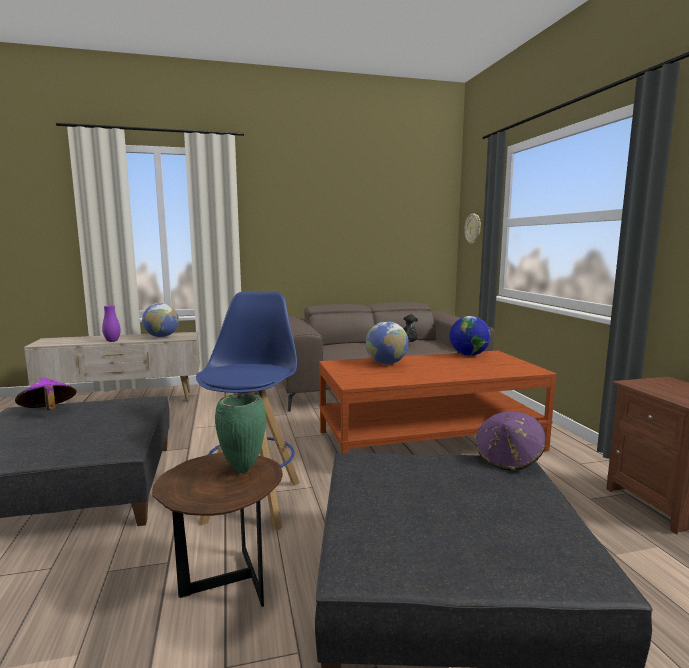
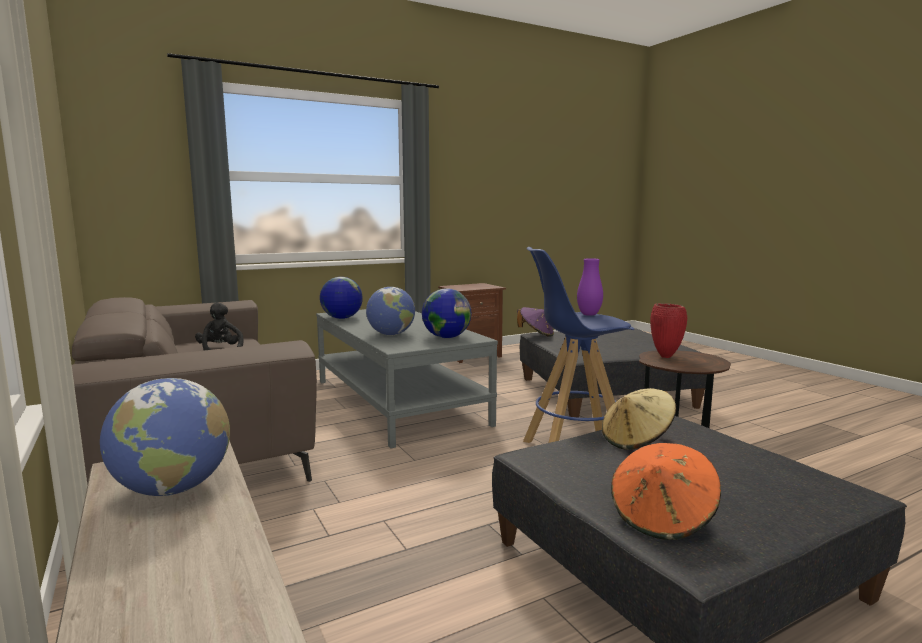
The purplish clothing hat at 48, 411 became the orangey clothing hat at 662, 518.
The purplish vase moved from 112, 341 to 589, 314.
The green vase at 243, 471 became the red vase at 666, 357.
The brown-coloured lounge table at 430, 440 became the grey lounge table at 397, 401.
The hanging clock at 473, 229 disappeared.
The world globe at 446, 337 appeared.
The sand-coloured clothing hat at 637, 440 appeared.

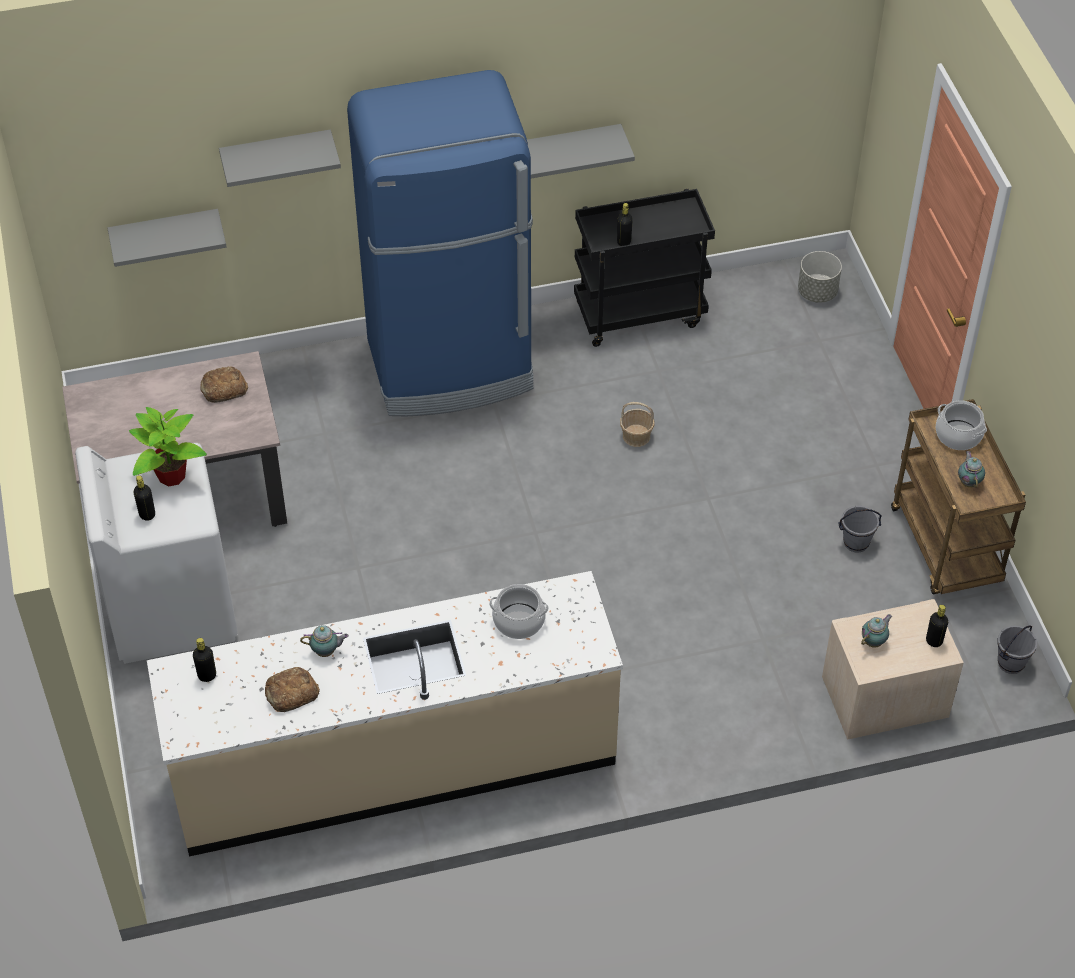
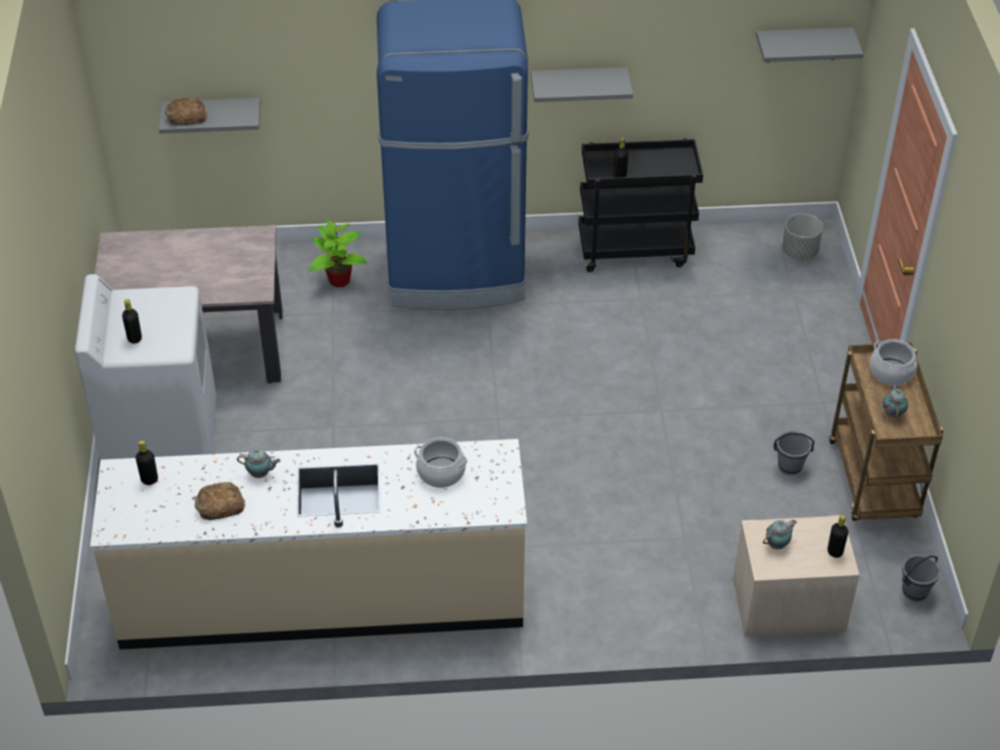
The plant in a pot moved from 171, 476 to 339, 280.
The bakery bread moved from 223, 388 to 186, 116.
The grey shelf moved from 276, 154 to 802, 44.
The storage basket at 636, 436 disappeared.

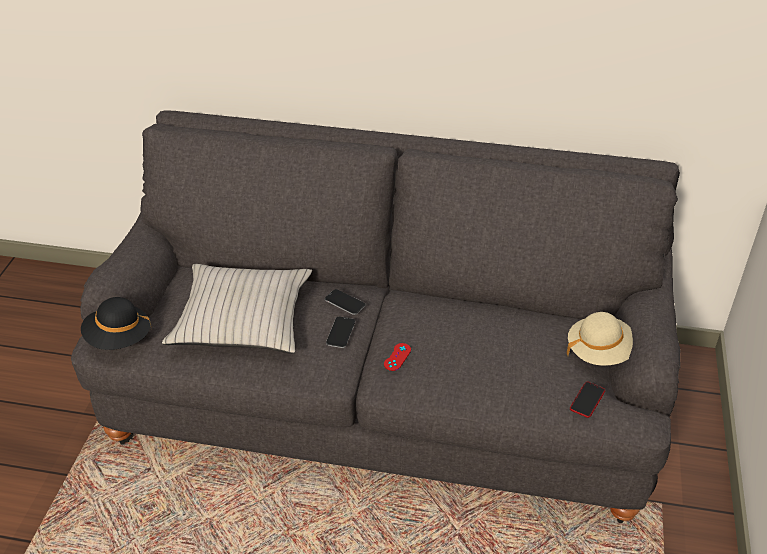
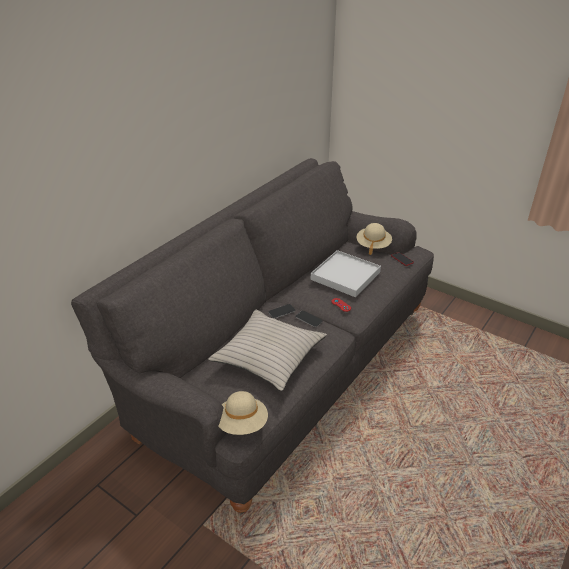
The blackish clothing hat at 118, 339 became the sand-coloured clothing hat at 242, 424.
The whitish tray at 345, 276 appeared.

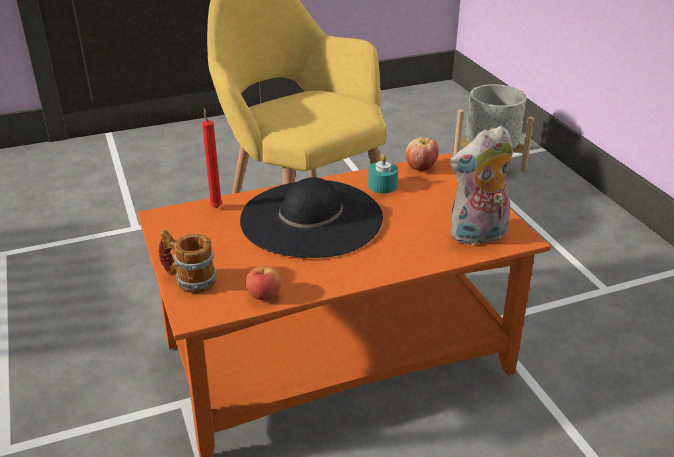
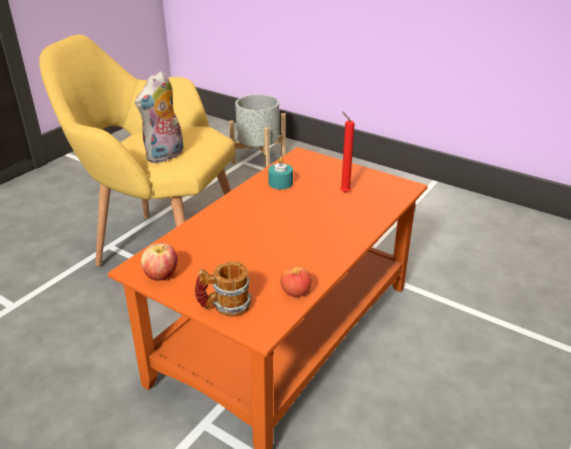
The red candle moved from 216, 206 to 343, 192.
The blackish clothing hat at 311, 218 disappeared.
The apple fruit moved from 421, 168 to 161, 275.
The cuddly toy moved from 478, 236 to 165, 156.

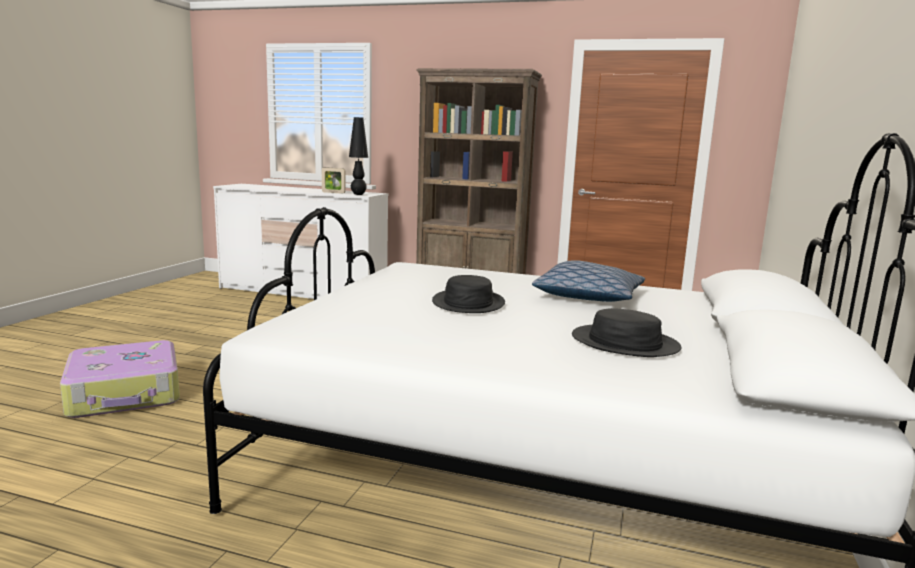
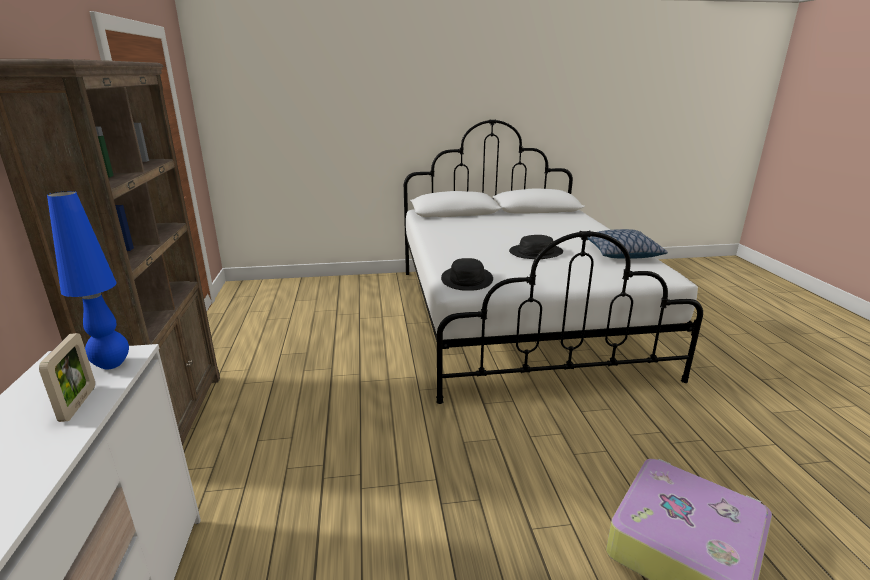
The blackish lamp for a table at 358, 194 became the bluish lamp for a table at 112, 364.
The pillow moved from 589, 297 to 621, 253.
The blackish clothing hat moved from 624, 343 to 467, 279.

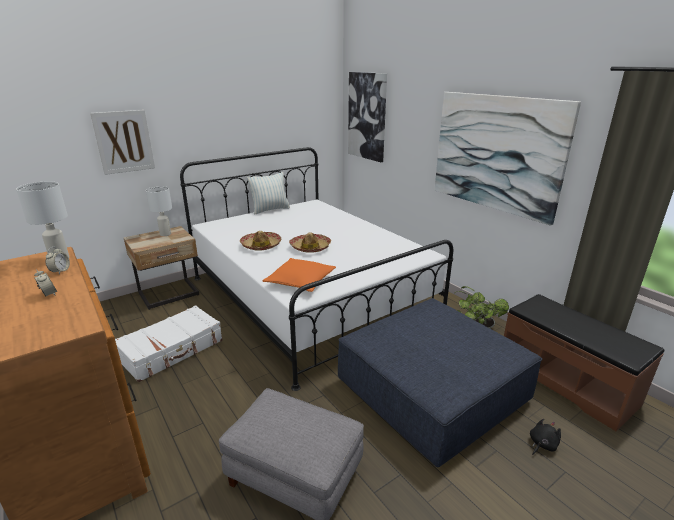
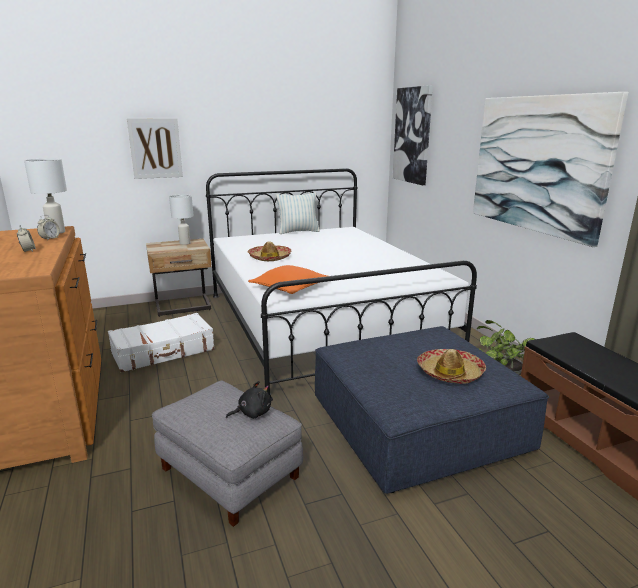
The clothing hat moved from 310, 247 to 450, 373.
The blackish cuddly toy moved from 542, 444 to 252, 413.

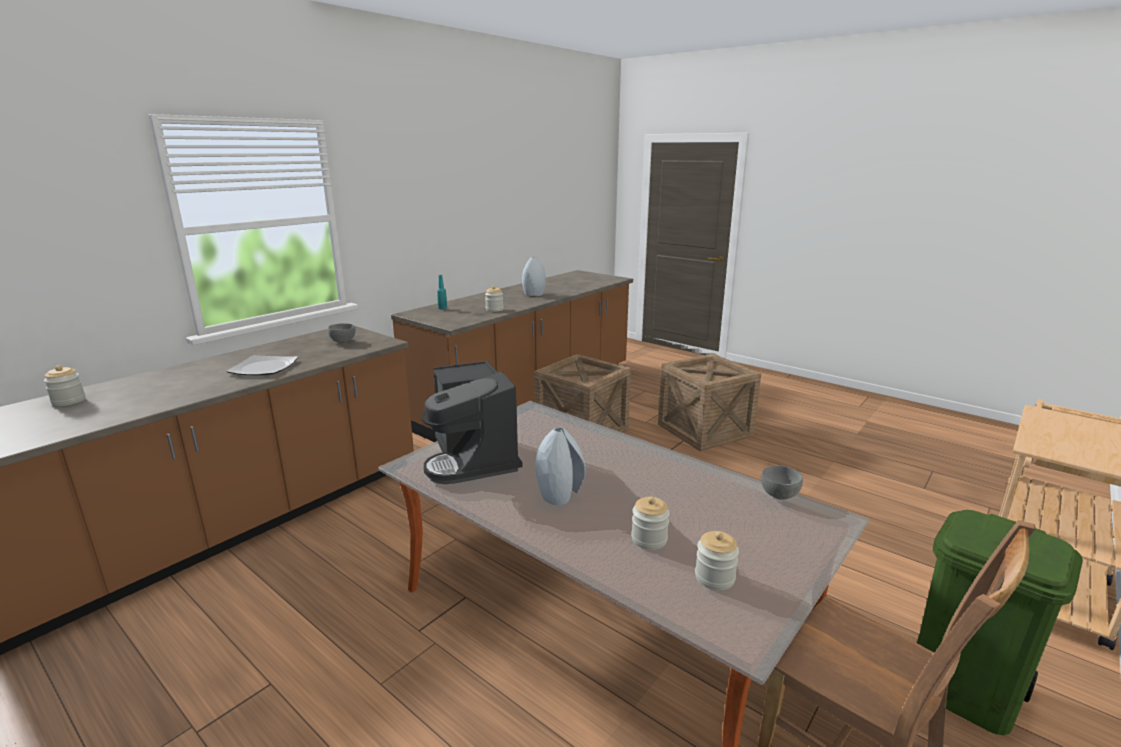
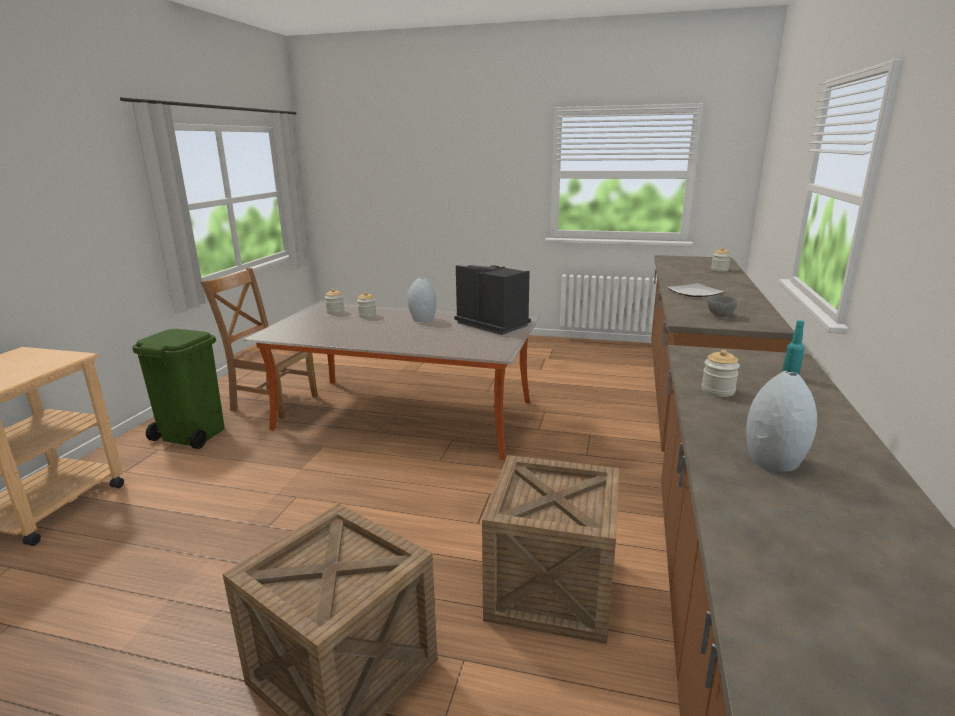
The grey bowl at 780, 495 disappeared.

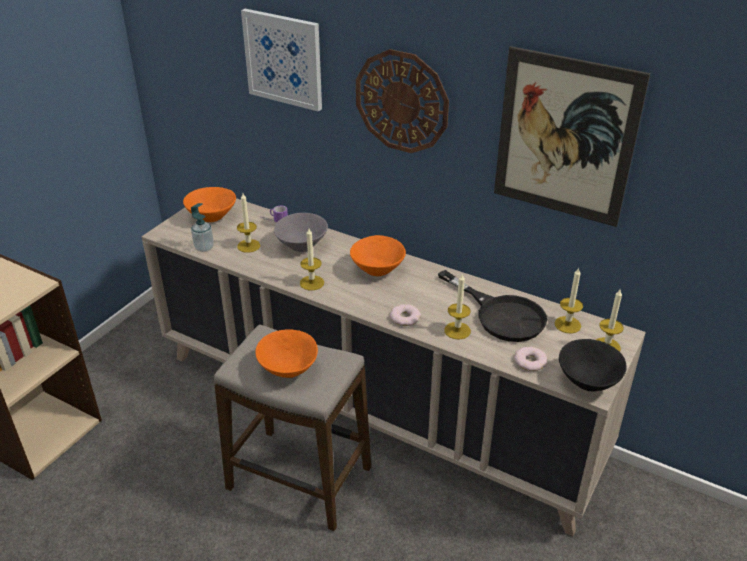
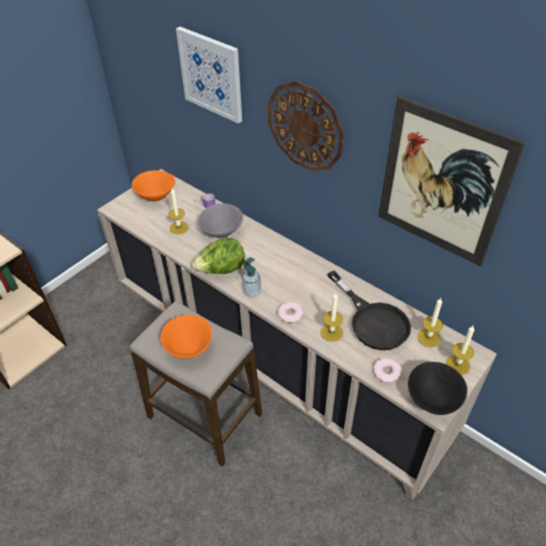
The soap dispenser moved from 204, 248 to 252, 292.
The candle at 312, 283 was replaced by the head of lettuce at 221, 270.
The orangey bowl at 378, 269 disappeared.

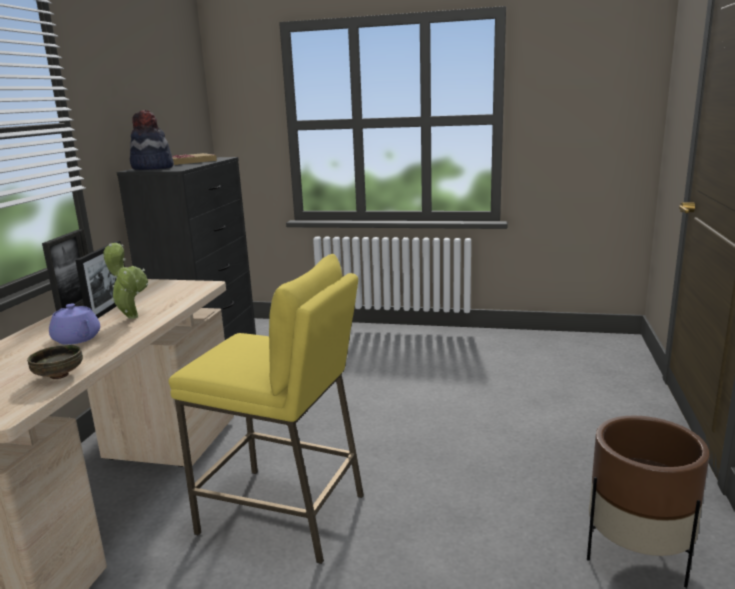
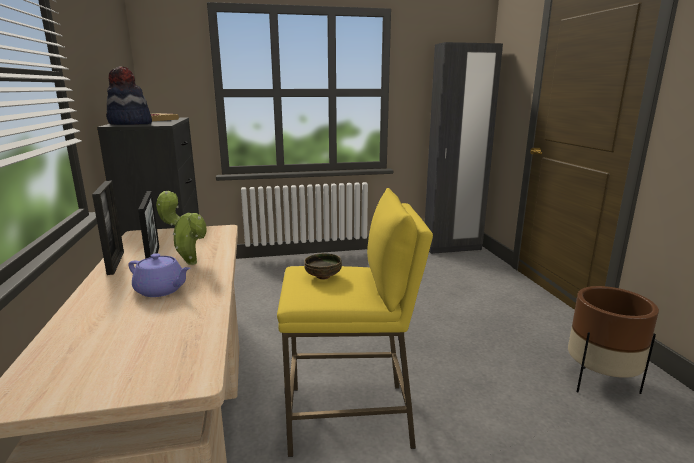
The bowl moved from 59, 376 to 323, 277.
The blackish clothes cupboard at 452, 248 appeared.

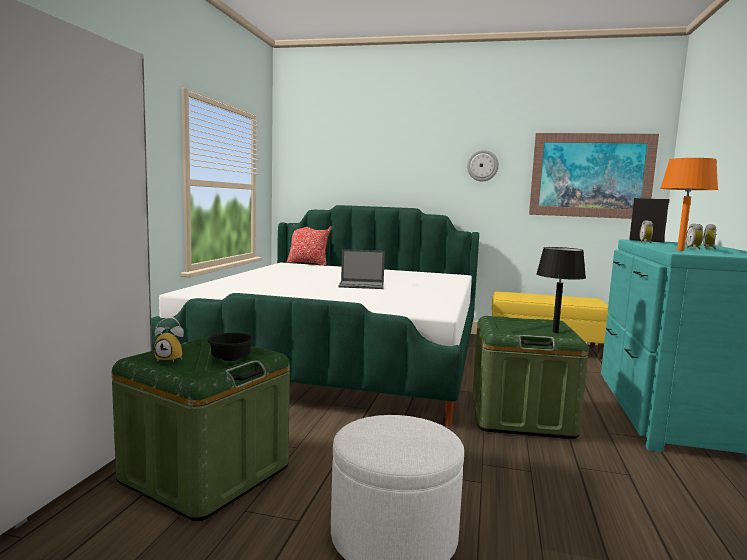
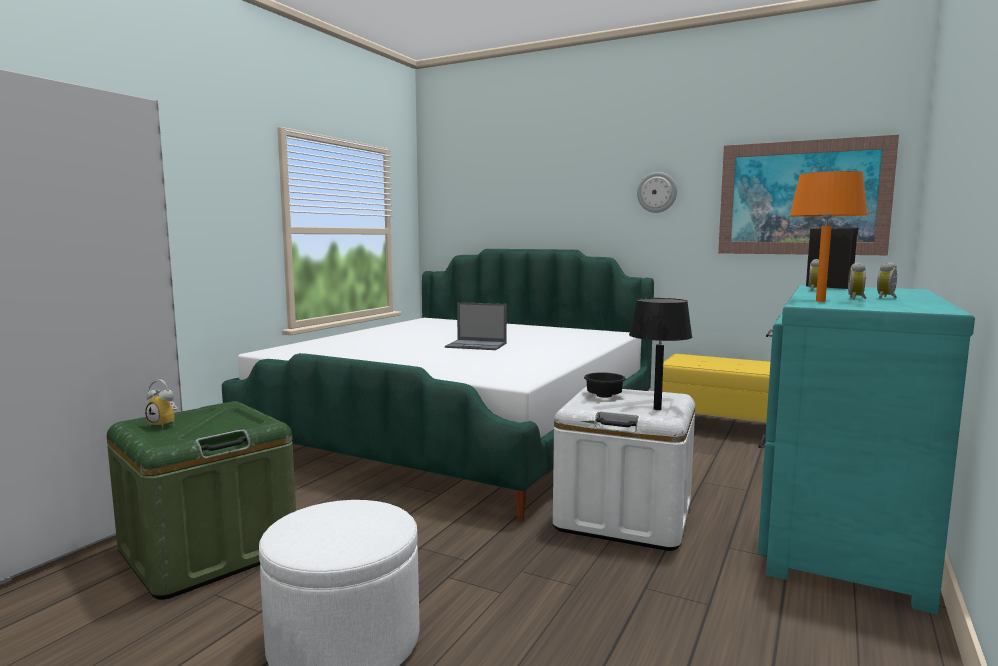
The blackish bowl moved from 232, 359 to 605, 396.
The pillow at 308, 263 disappeared.
The green storage container at 521, 416 became the whitish storage container at 624, 516.

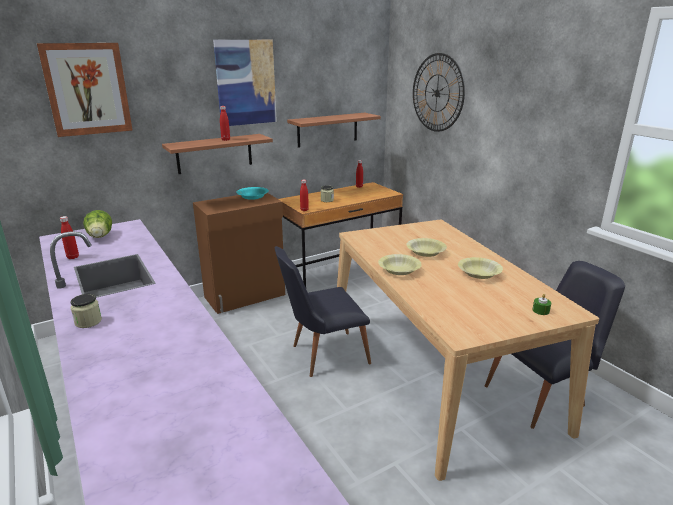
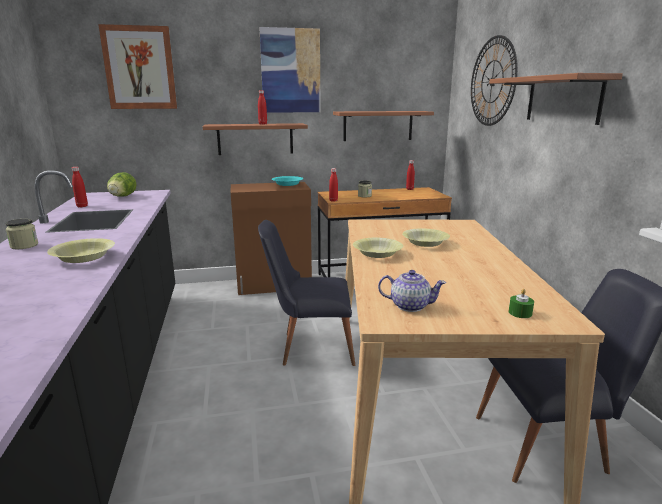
The yellow bowl moved from 479, 273 to 84, 258.
The teapot at 409, 306 appeared.
The shelf at 563, 99 appeared.

